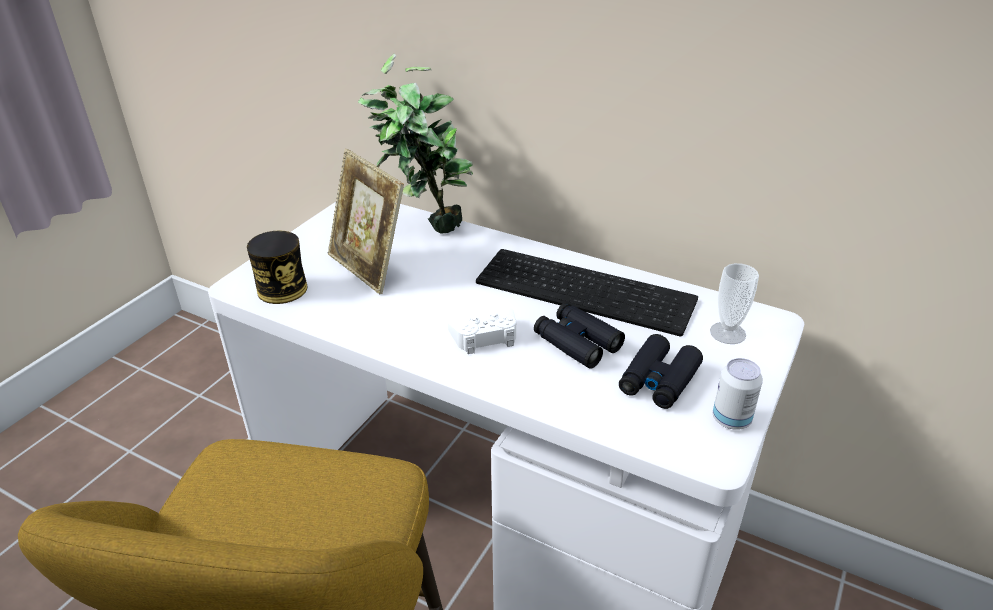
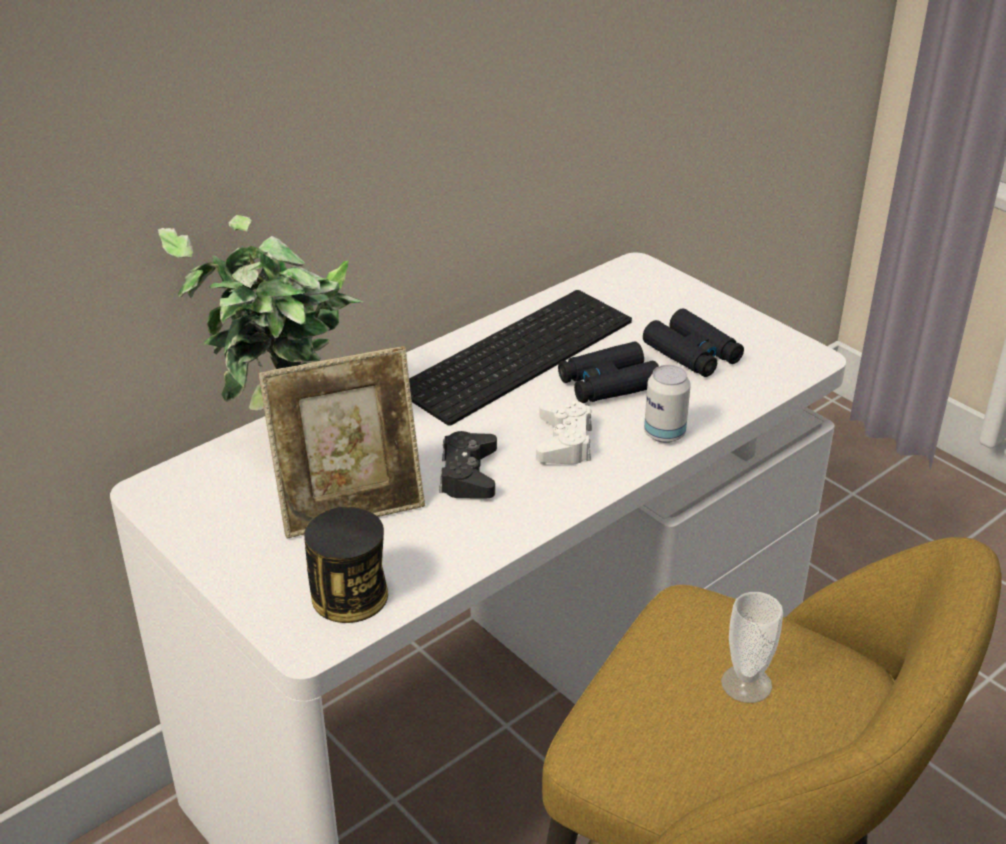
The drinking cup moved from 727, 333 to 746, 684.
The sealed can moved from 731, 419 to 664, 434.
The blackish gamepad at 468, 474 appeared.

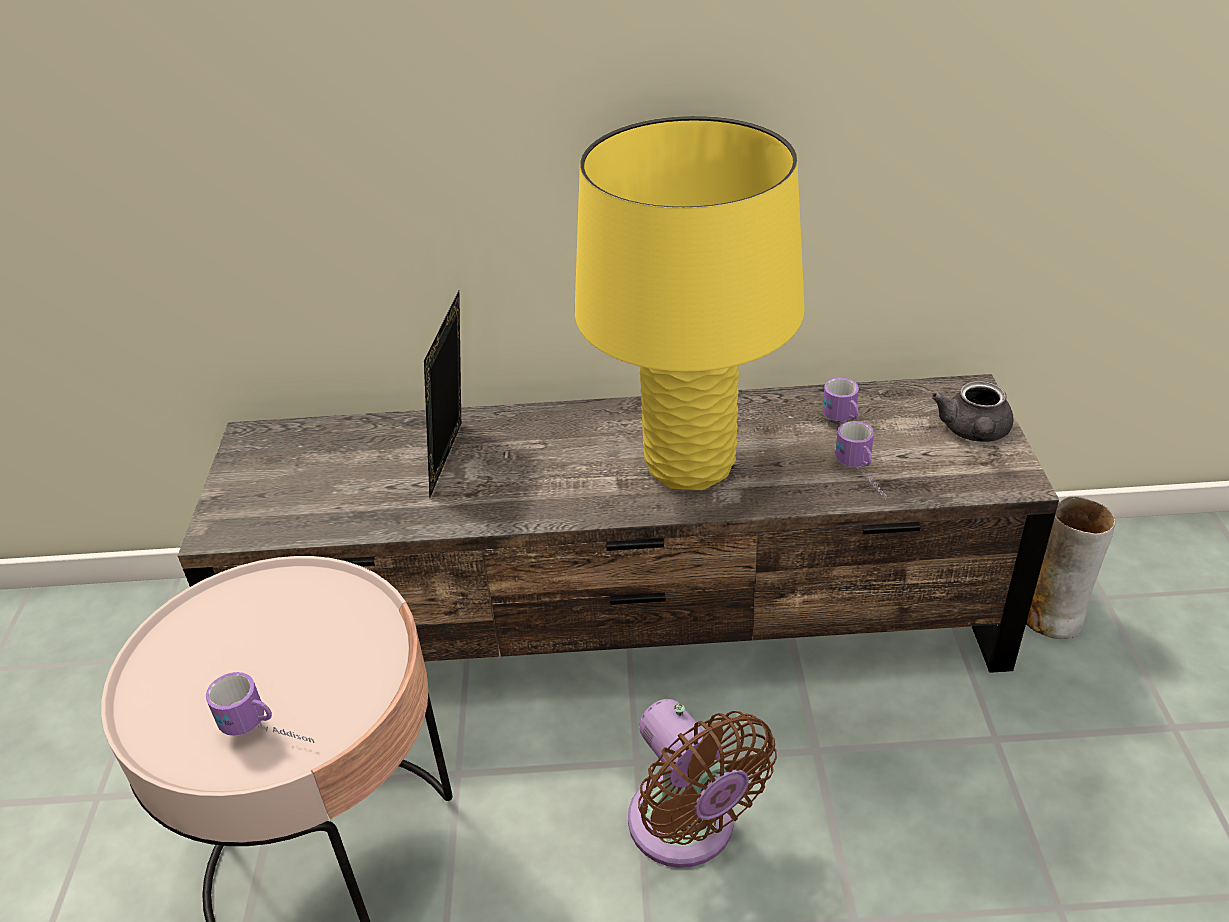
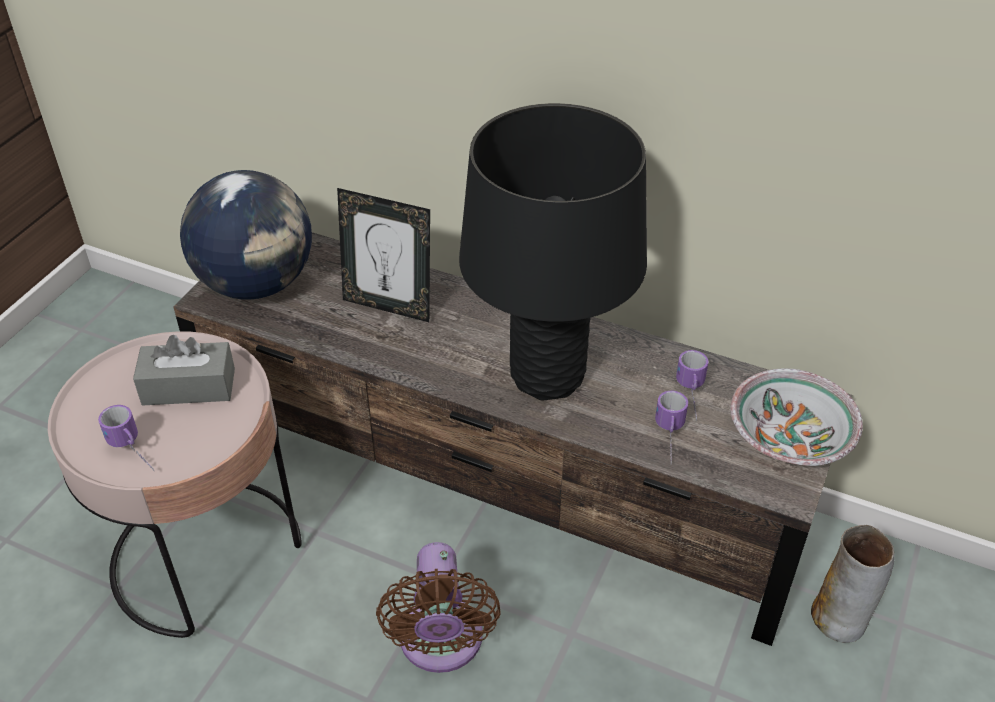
The picture frame at 455, 460 turned 105 degrees counterclockwise.
The yellow lamp for a table at 690, 465 became the blackish lamp for a table at 548, 376.
The grey teapot at 974, 433 was replaced by the bowl at 790, 439.
The grey tissue box at 189, 387 appeared.
The world globe at 257, 283 appeared.

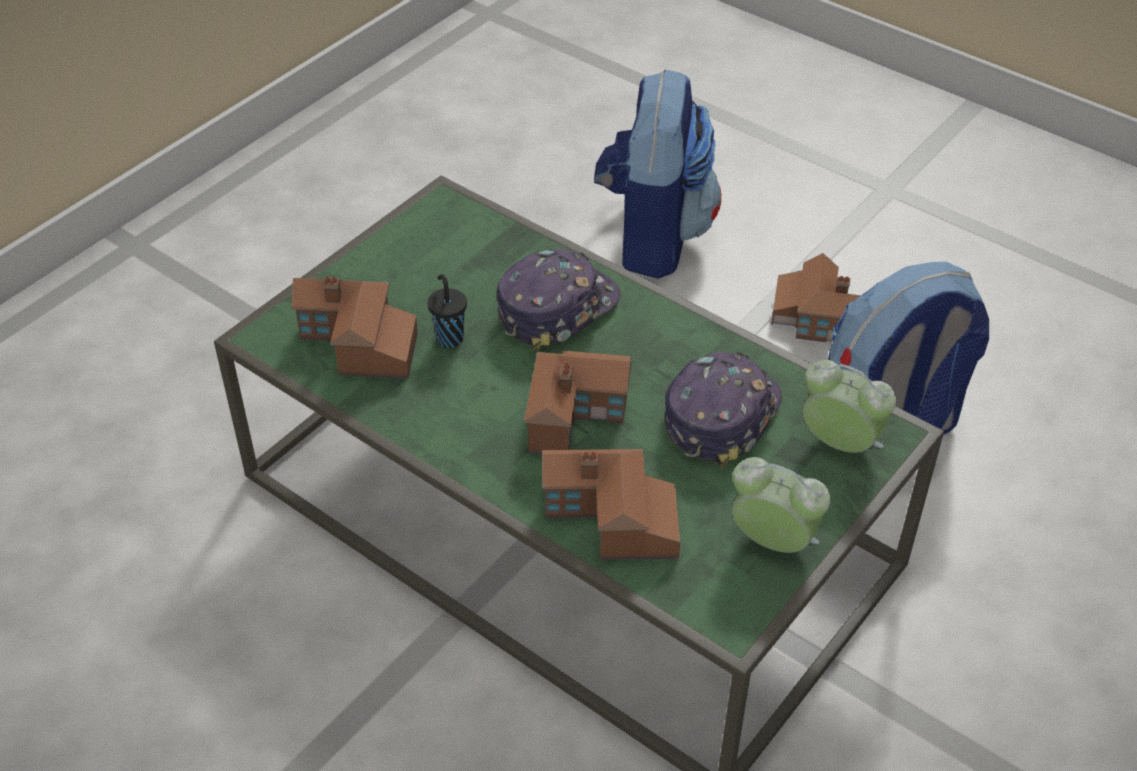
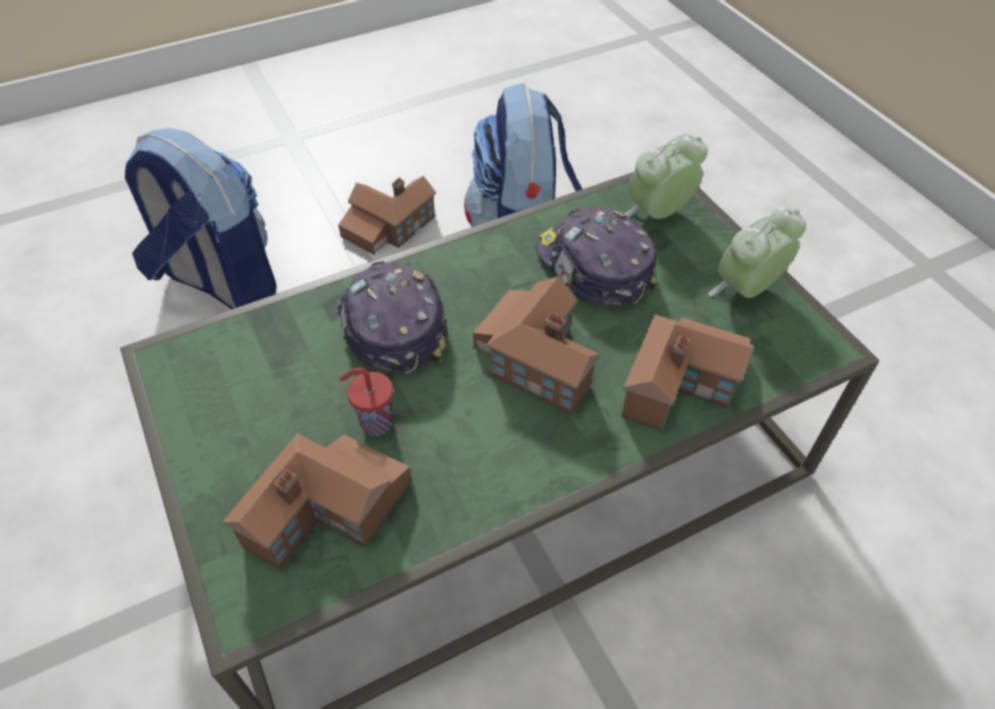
The blackish drinking cup at 449, 337 became the red drinking cup at 374, 424.

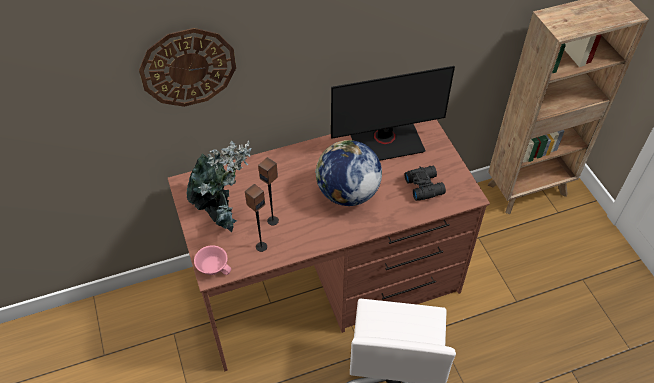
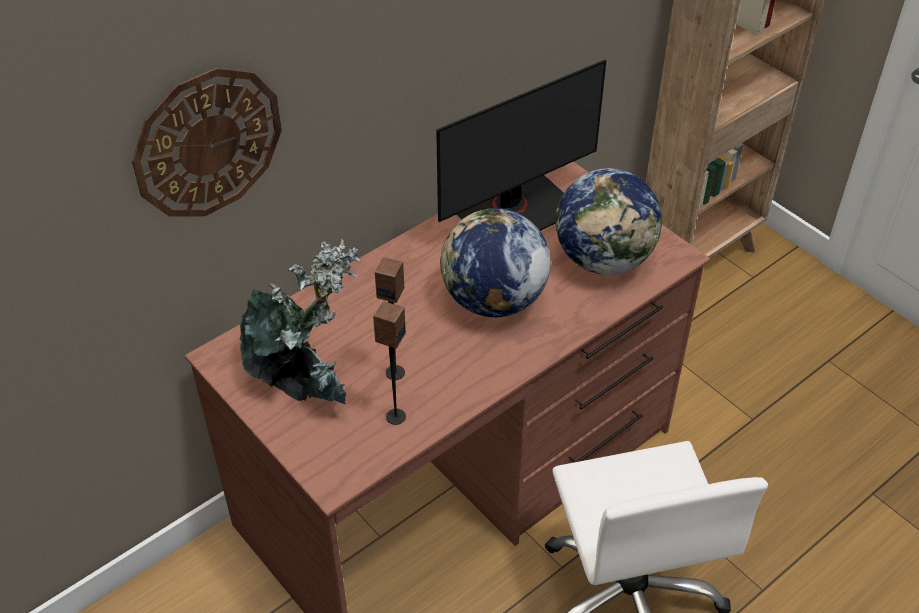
The pink drinking cup at 214, 266 disappeared.
The blackish binoculars at 424, 186 was replaced by the world globe at 604, 259.

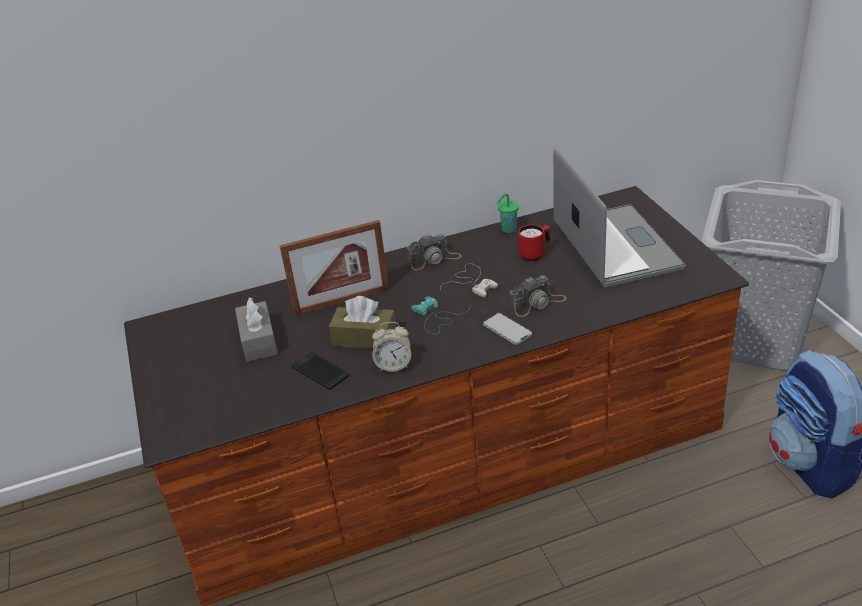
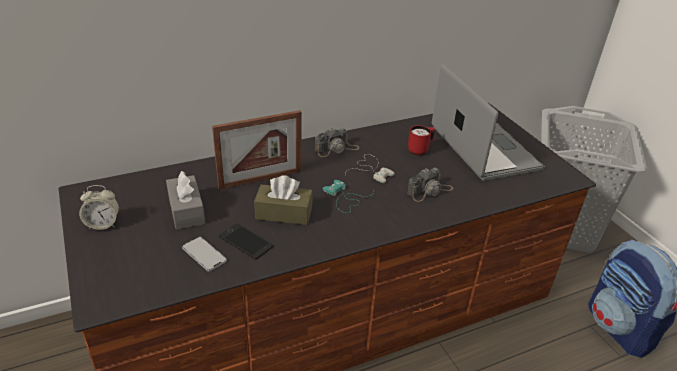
The alarm clock moved from 393, 365 to 103, 224.
The telephone moved from 507, 330 to 204, 254.
The green drinking cup at 508, 229 disappeared.

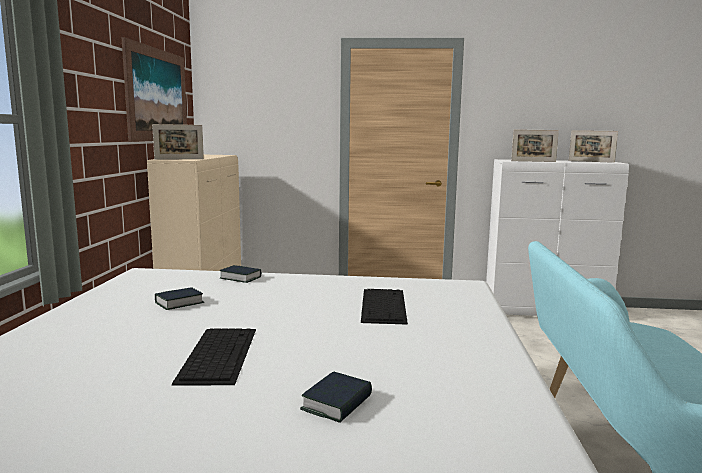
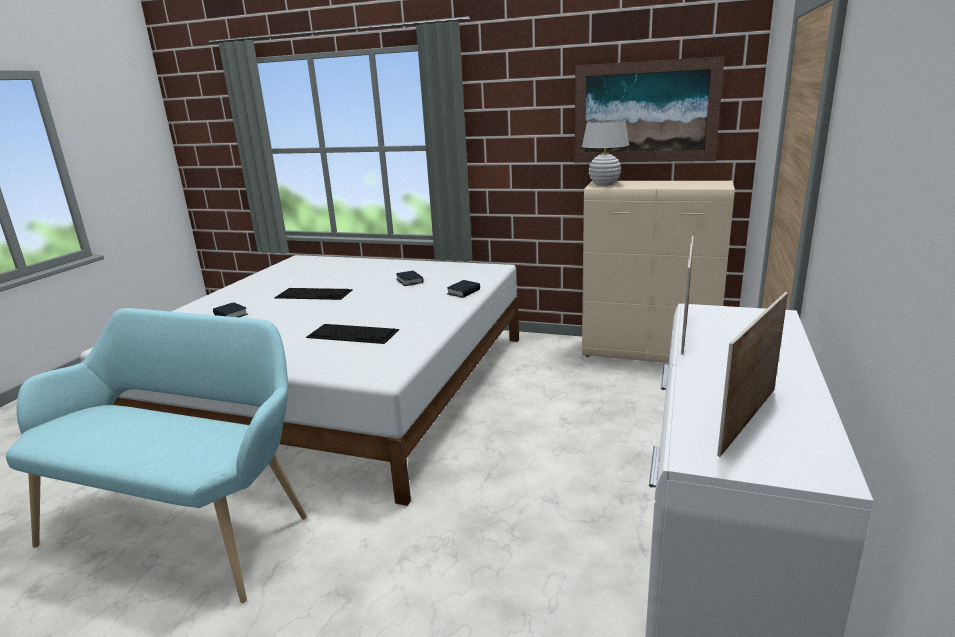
The picture frame at 179, 159 was replaced by the whitish lamp for a table at 604, 184.

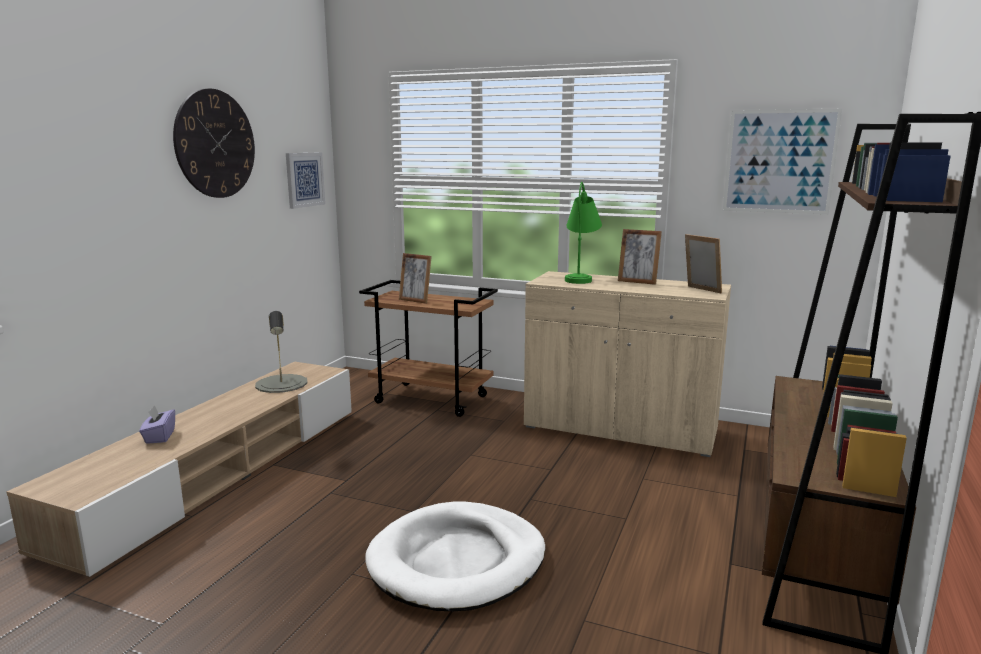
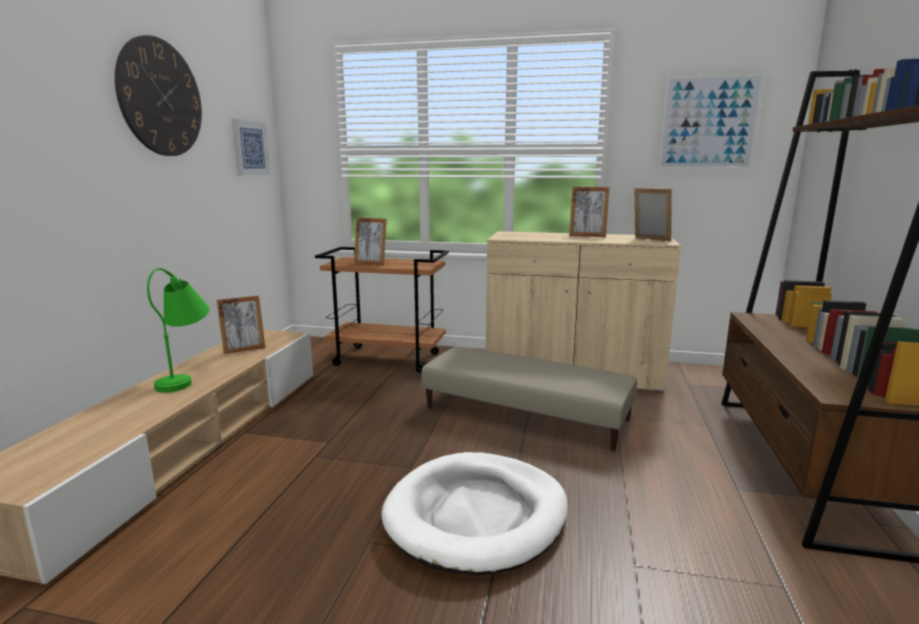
The purplish tissue box at 159, 437 disappeared.
The grey lamp for a table at 281, 383 was replaced by the picture frame at 244, 349.
The green lamp for a table moved from 581, 277 to 187, 377.
The sand-coloured ottoman at 526, 413 appeared.

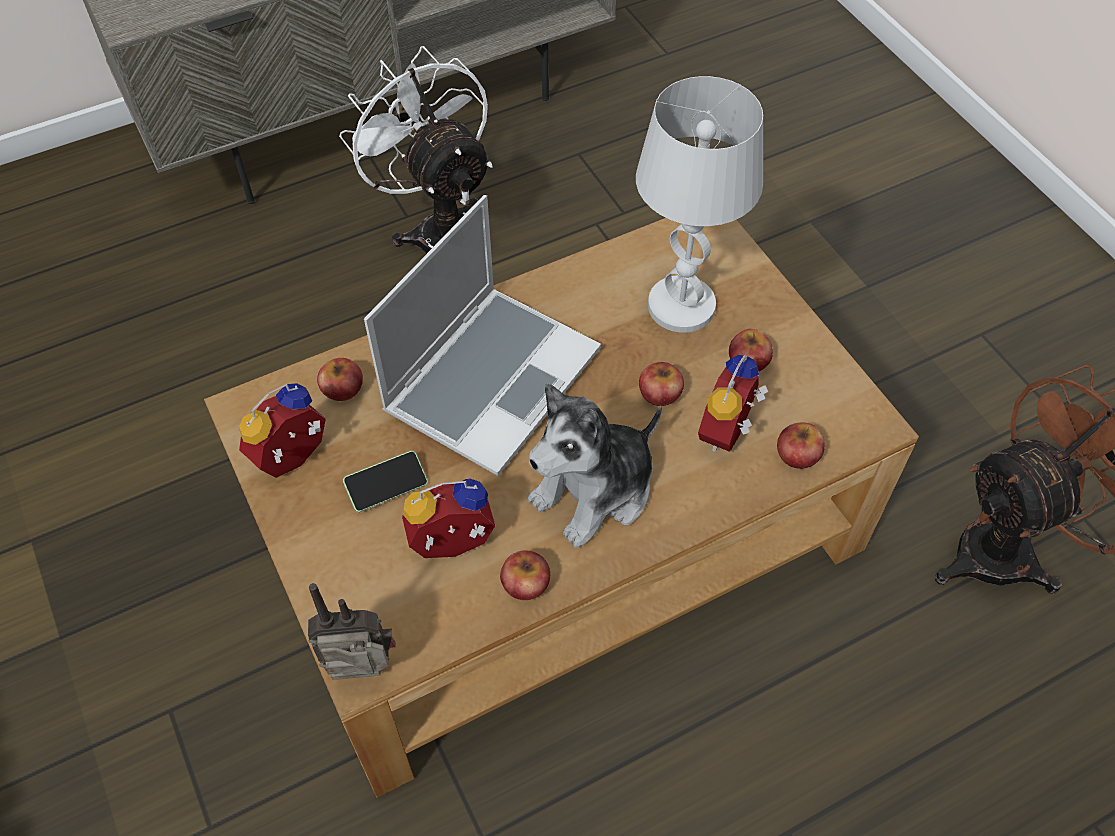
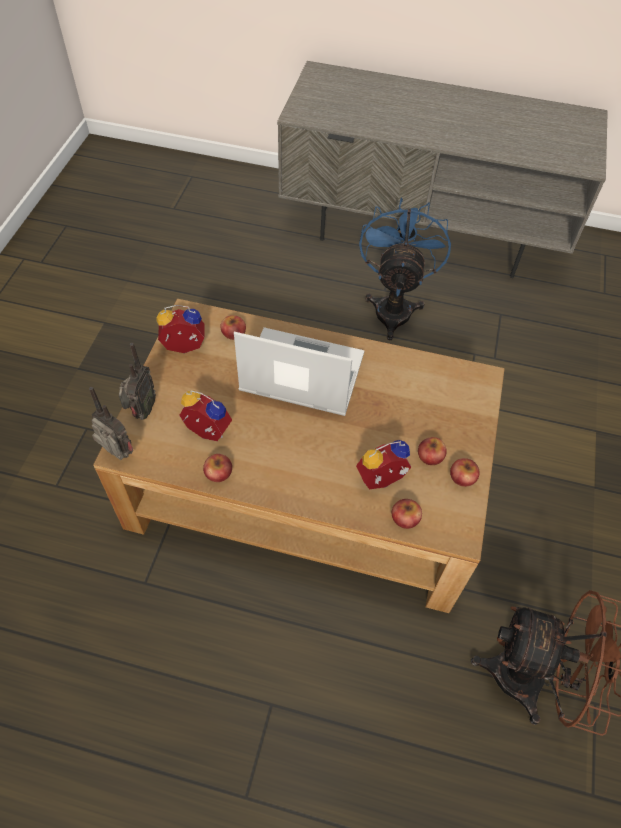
The whitish fan at 440, 229 became the bluish fan at 394, 306.
The telephone at 387, 487 disappeared.
The portable computer at 492, 378 turned 150 degrees counterclockwise.
The cuddly toy at 595, 491 disappeared.
The whitish lamp for a table at 682, 306 disappeared.
The apple fruit moved from 660, 393 to 462, 477.
The radio at 141, 412 appeared.

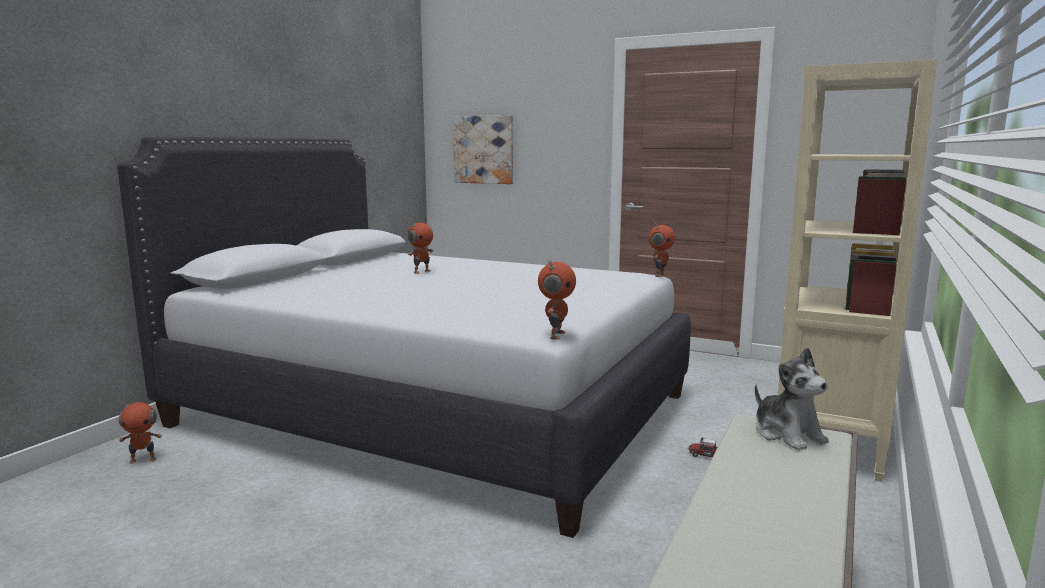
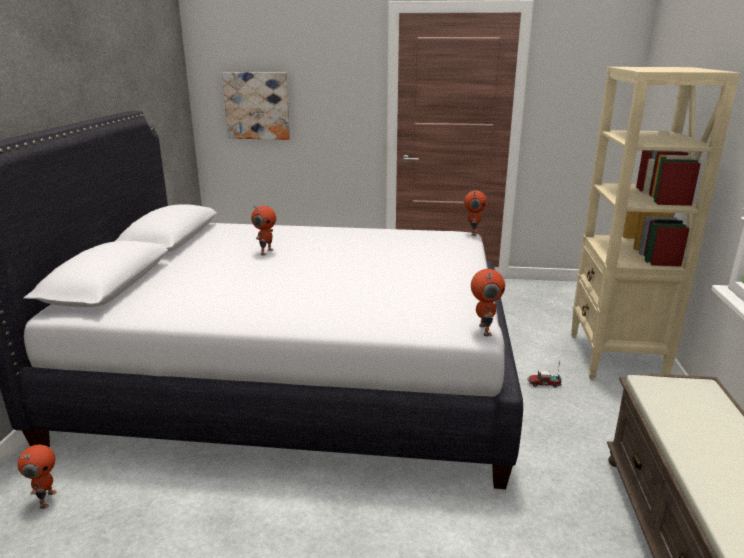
The toy robot at 143, 460 turned 60 degrees counterclockwise.
The cuddly toy at 788, 434 disappeared.

